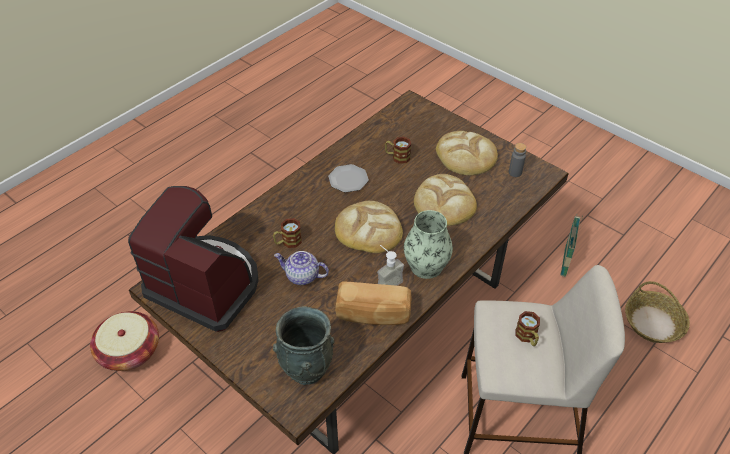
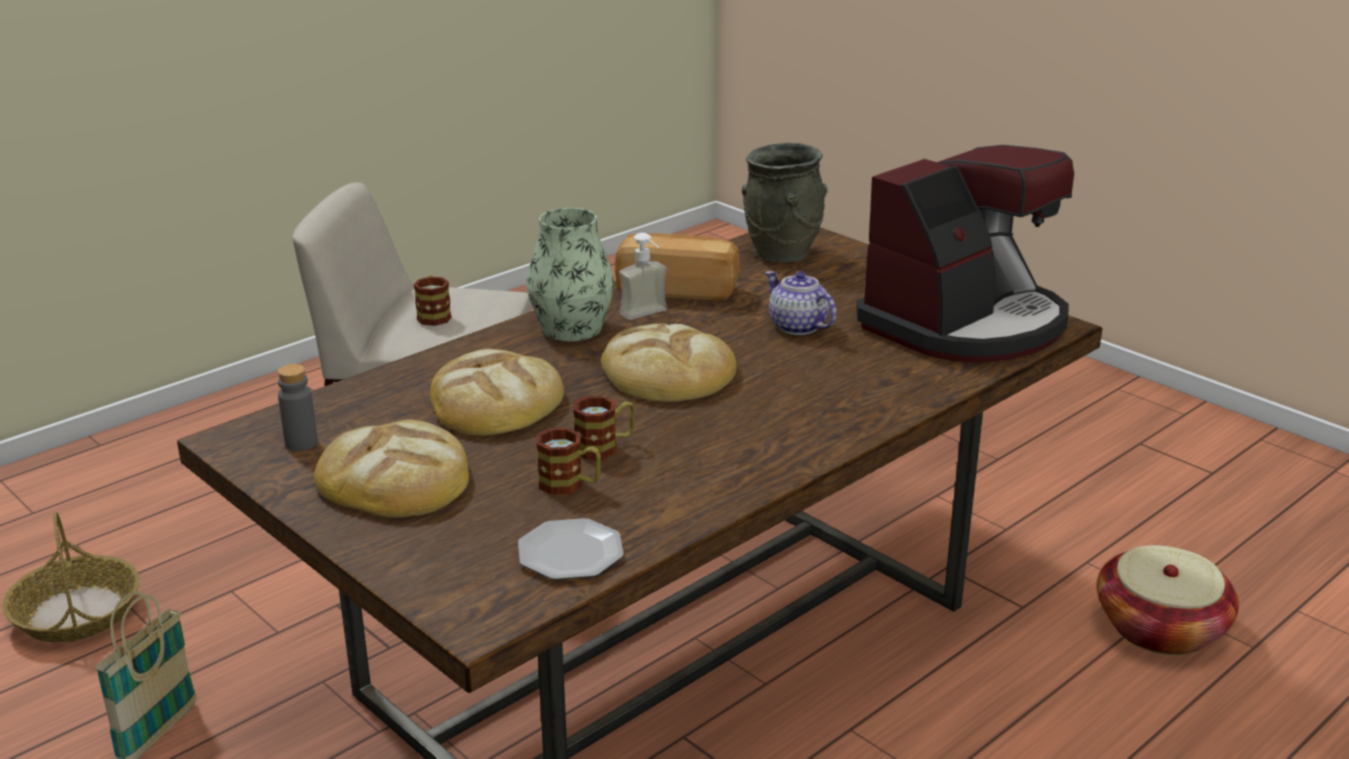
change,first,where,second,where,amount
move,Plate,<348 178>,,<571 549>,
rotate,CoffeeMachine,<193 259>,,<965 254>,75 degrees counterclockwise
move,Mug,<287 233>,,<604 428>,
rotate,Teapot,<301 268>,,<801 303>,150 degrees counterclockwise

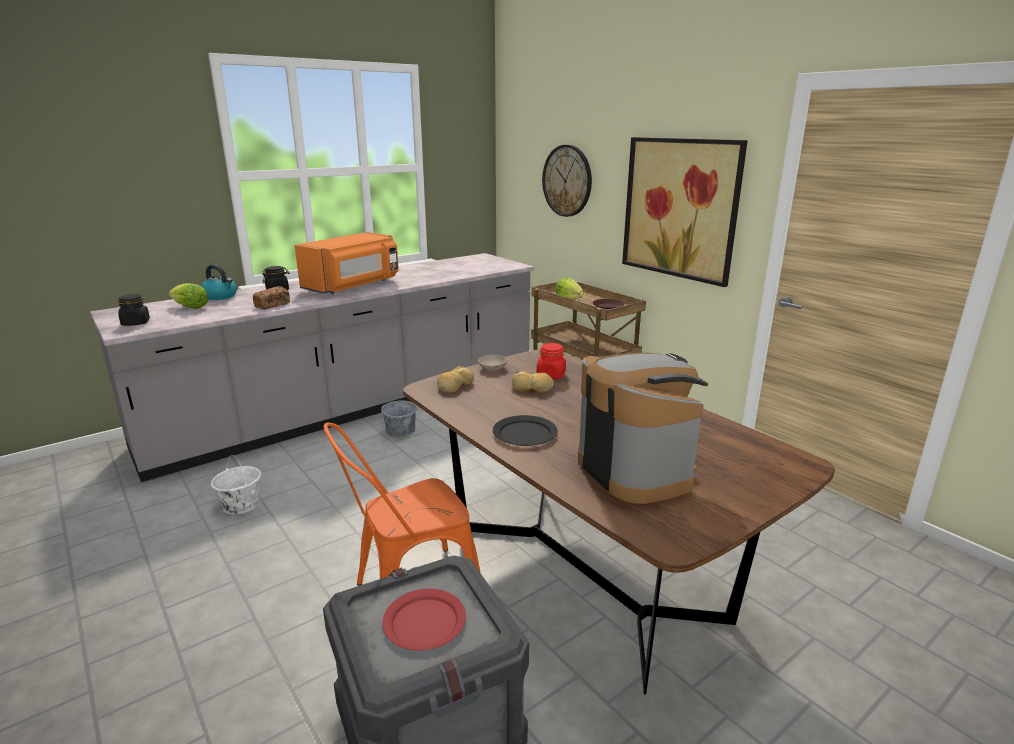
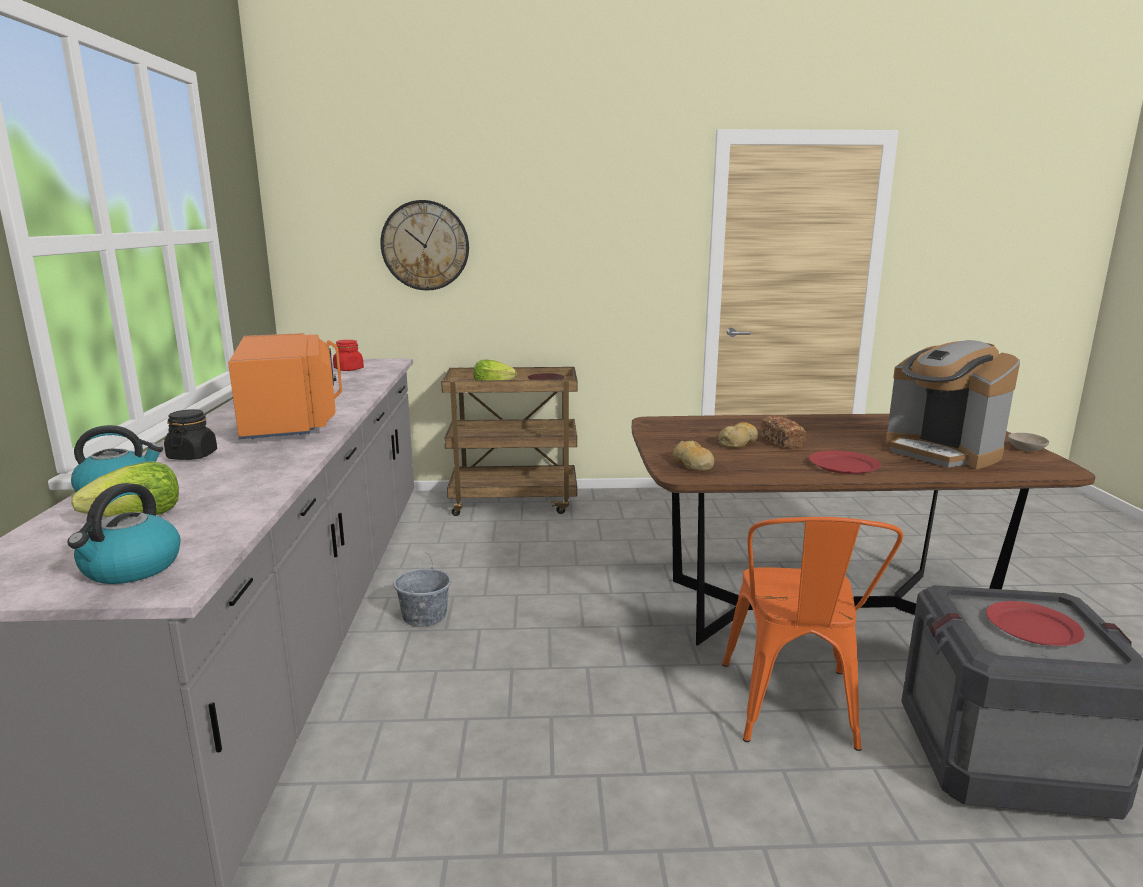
change,first,where,second,where,amount
delete,Picture,<685 212>,,,
move,Bread,<271 298>,,<783 431>,
replace,BlackJar,<134 310>,Kettle,<124 533>,
move,RedJar,<551 361>,,<348 355>,
rotate,CoffeeMachine,<643 428>,,<952 404>,135 degrees counterclockwise
move,BeigeBowl,<492 363>,,<1028 442>,
recolor,BlackPlate,<525 430>,RedPlate,<845 462>,
delete,WhiteBucket,<236 485>,,,

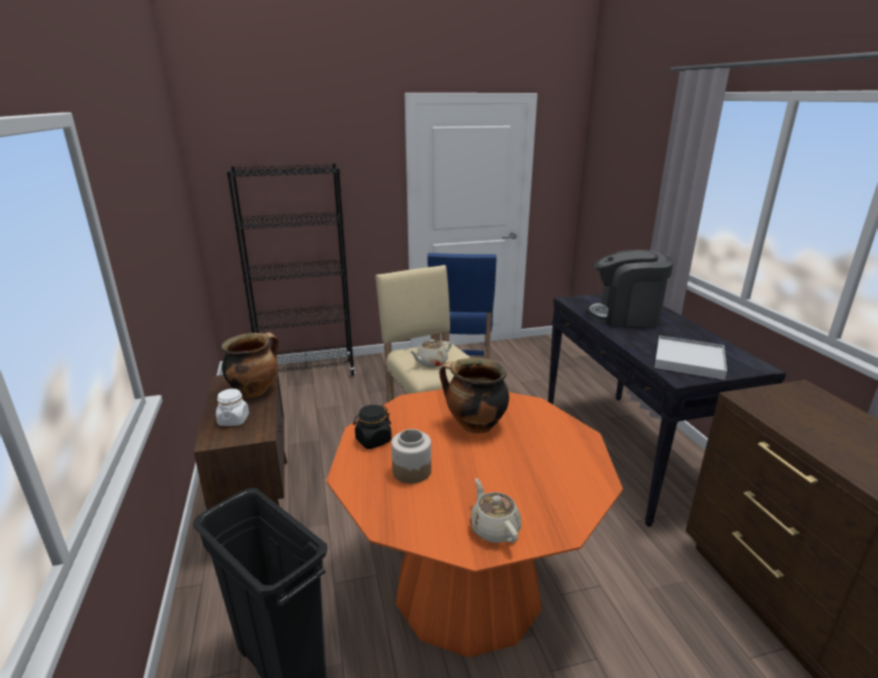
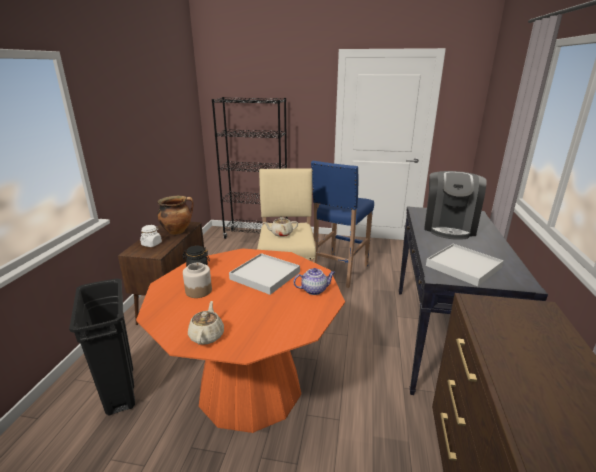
change,first,where,second,where,amount
rotate,CoffeeMachine,<630 288>,,<455 205>,105 degrees counterclockwise
replace,CookingPot,<474 395>,WhiteTray,<264 274>,
insert,,,Teapot,<314 281>,

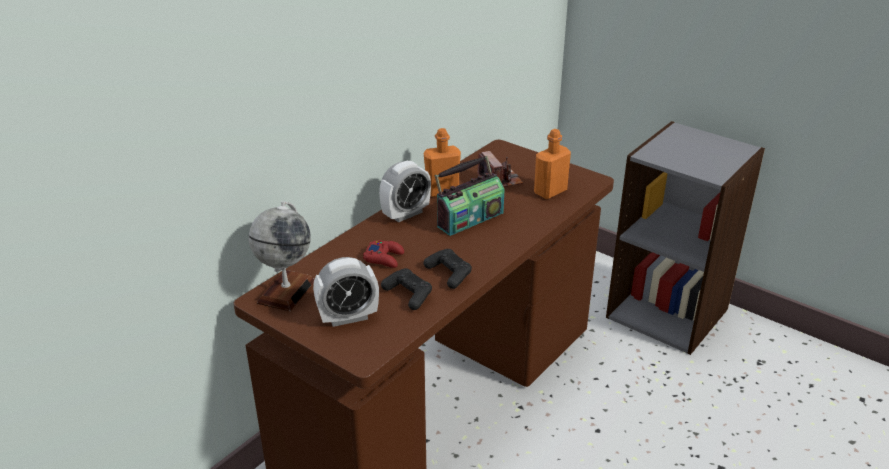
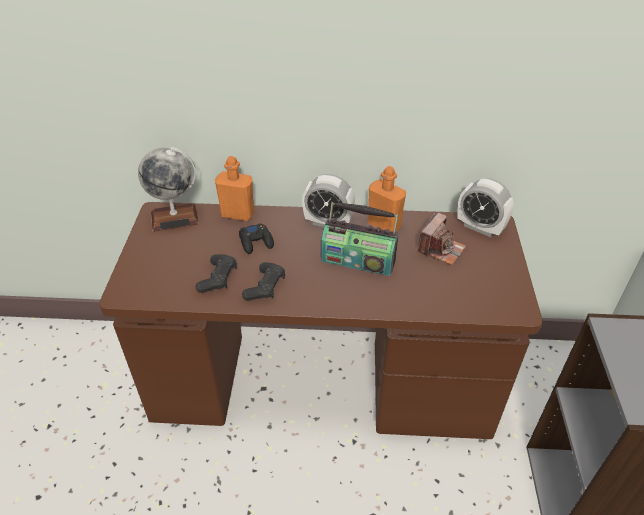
change,first,where,second,where,amount
move,OrangeBottle,<552 164>,,<235 188>,
recolor,RedGameController,<383 254>,BlackGameController,<256 238>,
move,AlarmClock,<346 292>,,<486 208>,

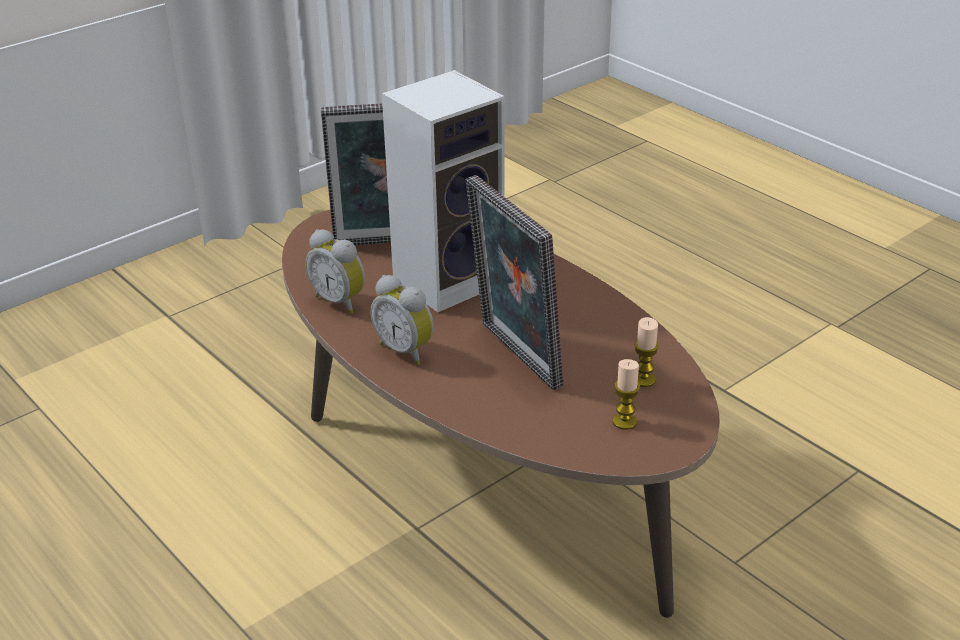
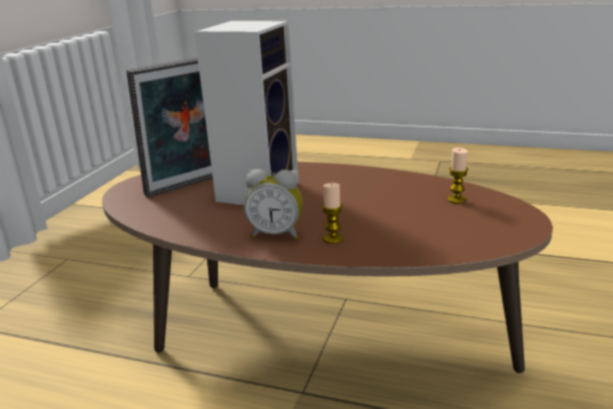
change,first,where,second,where,amount
delete,PictureFrame,<514 282>,,,
delete,AlarmClock,<335 271>,,,
move,Candle,<626 394>,,<332 213>,

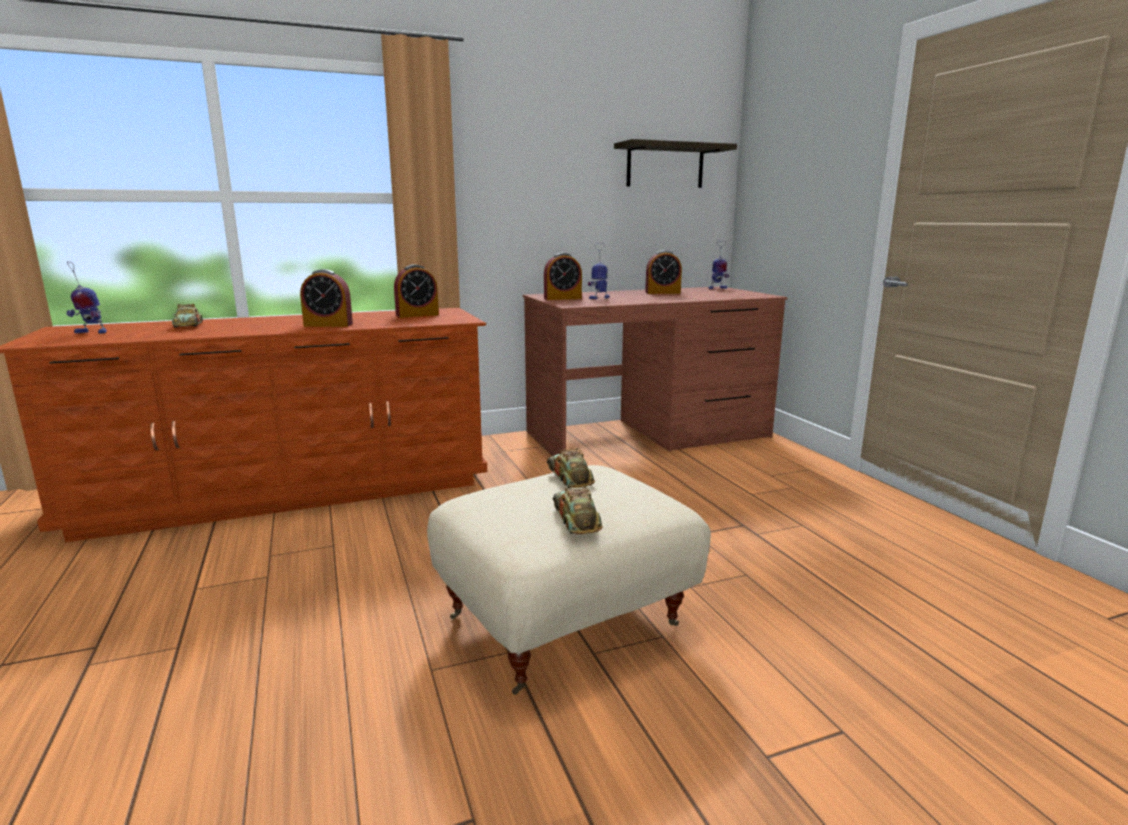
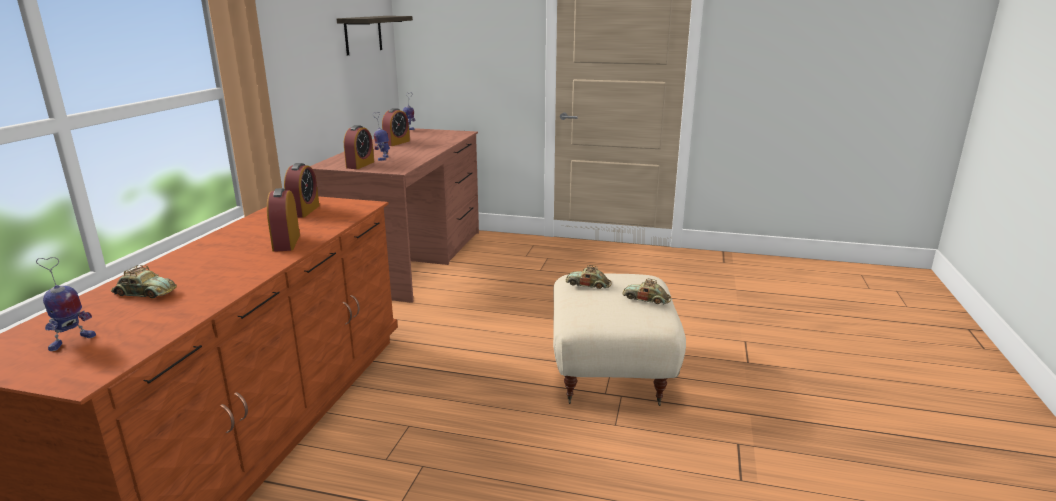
change,first,where,second,where,amount
rotate,AlarmClock,<326 298>,,<283 220>,135 degrees clockwise

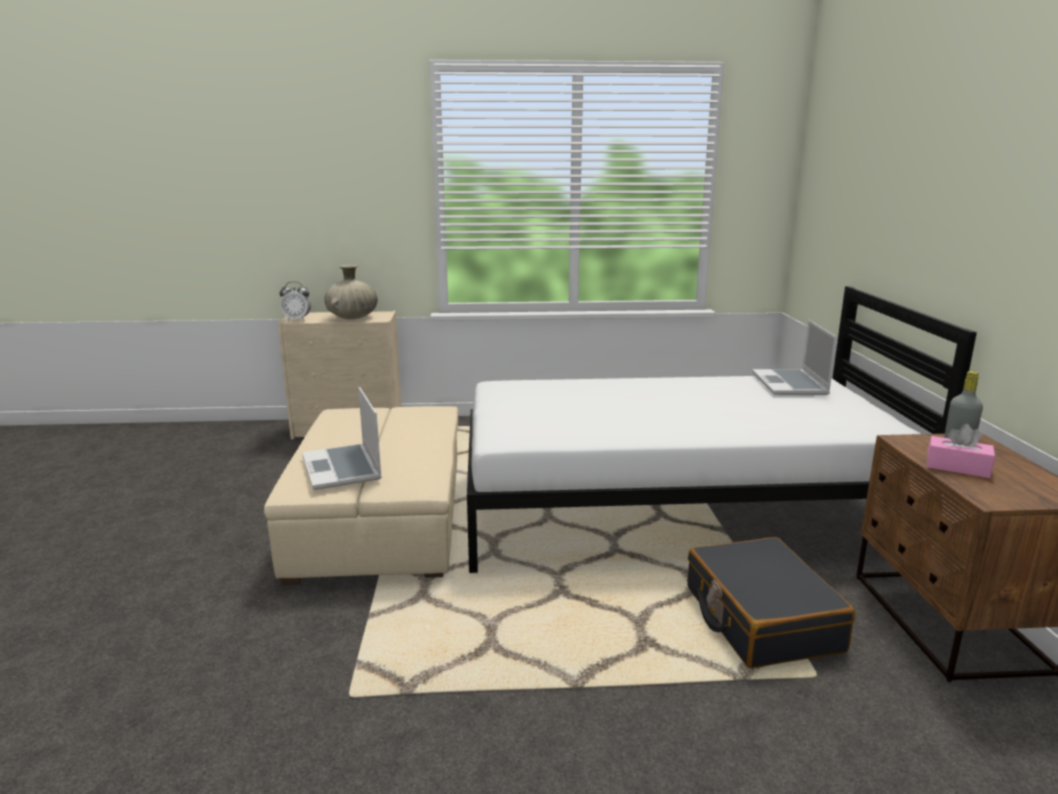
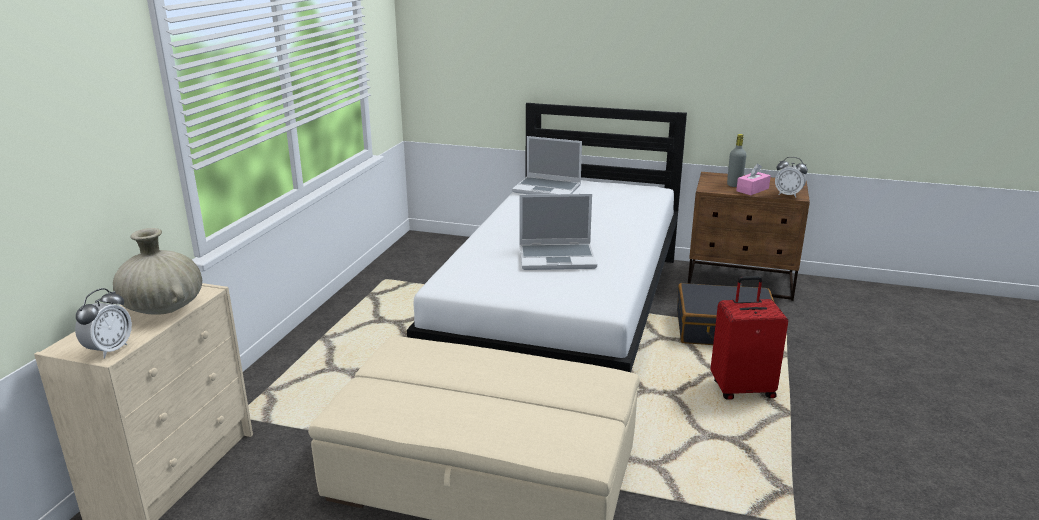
change,first,where,second,where,amount
move,Laptop,<342 438>,,<558 232>,
insert,,,AlarmClock,<791 177>,
insert,,,RedSuitcase,<749 338>,

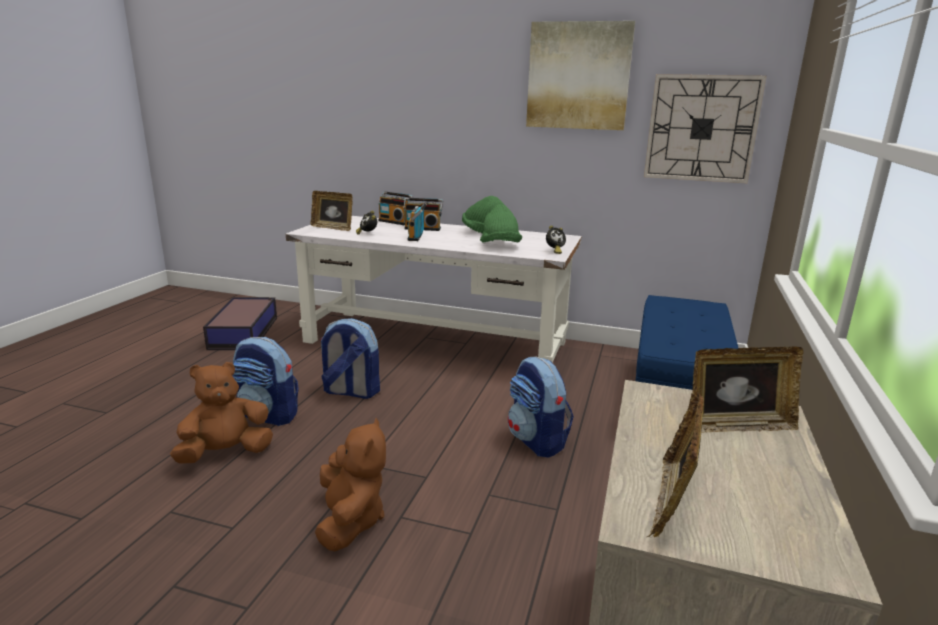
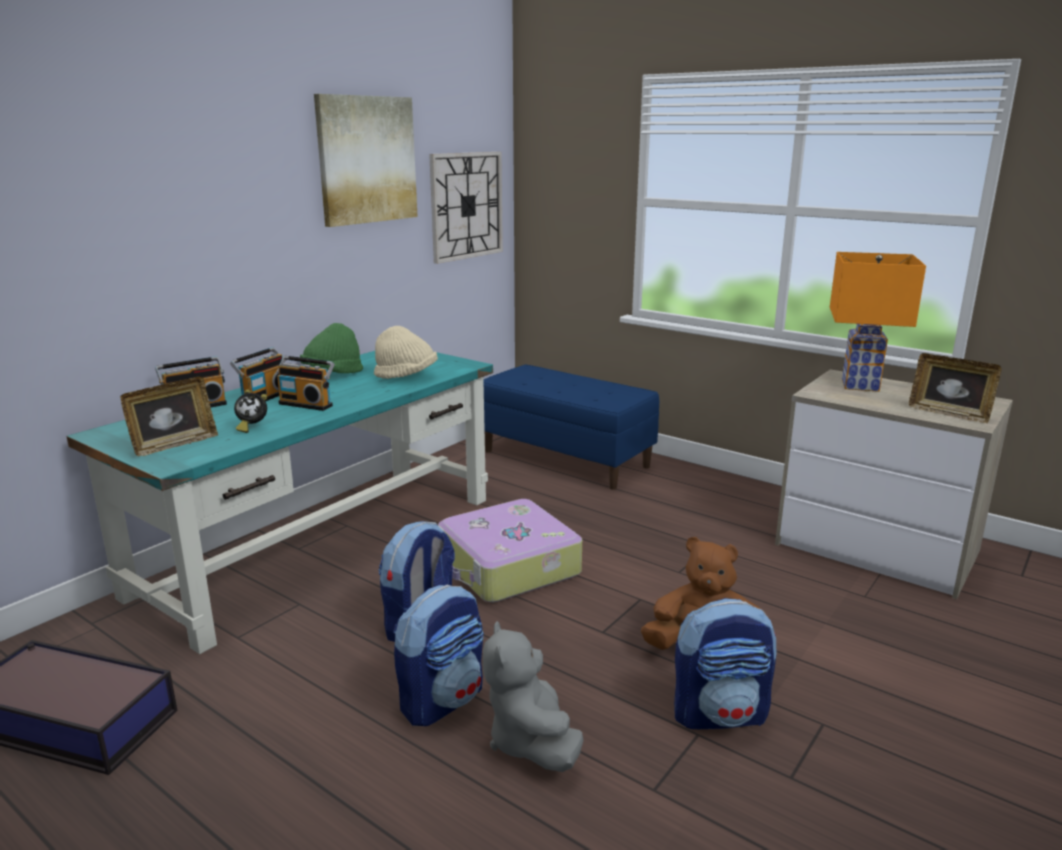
change,first,where,second,where,amount
recolor,GreenHat,<501 223>,BeigeHat,<406 352>,
recolor,WhiteDesk,<434 289>,TurquoiseDesk,<279 502>,
delete,AlarmClock,<556 239>,,,
replace,PictureFrame,<747 390>,OrangeTableLamp,<878 322>,
move,Backpack,<541 407>,,<725 663>,
recolor,BrownPlushToy,<221 413>,GreyPlushToy,<533 696>,
insert,,,Suitcase,<510 550>,

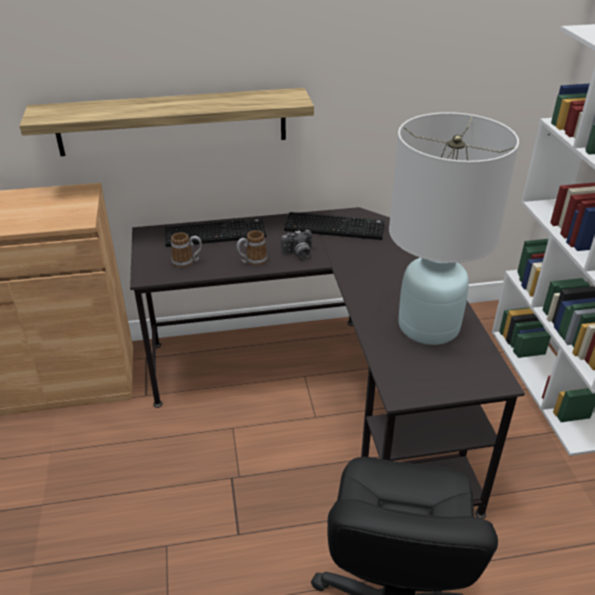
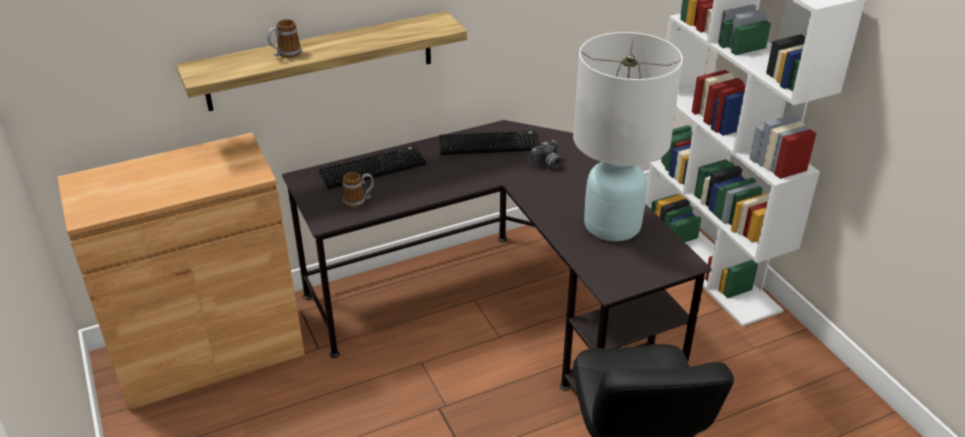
change,first,where,second,where,amount
move,Mug,<252 248>,,<284 38>,
move,PhotoCamera,<296 244>,,<545 154>,

